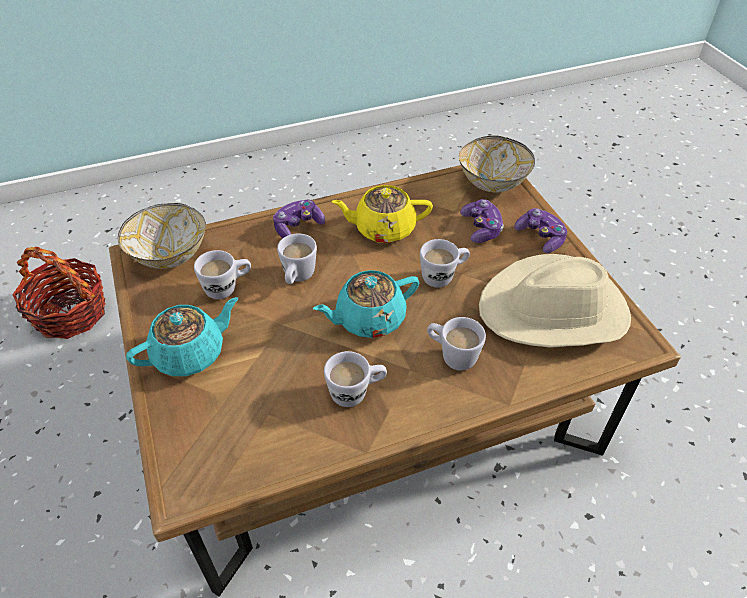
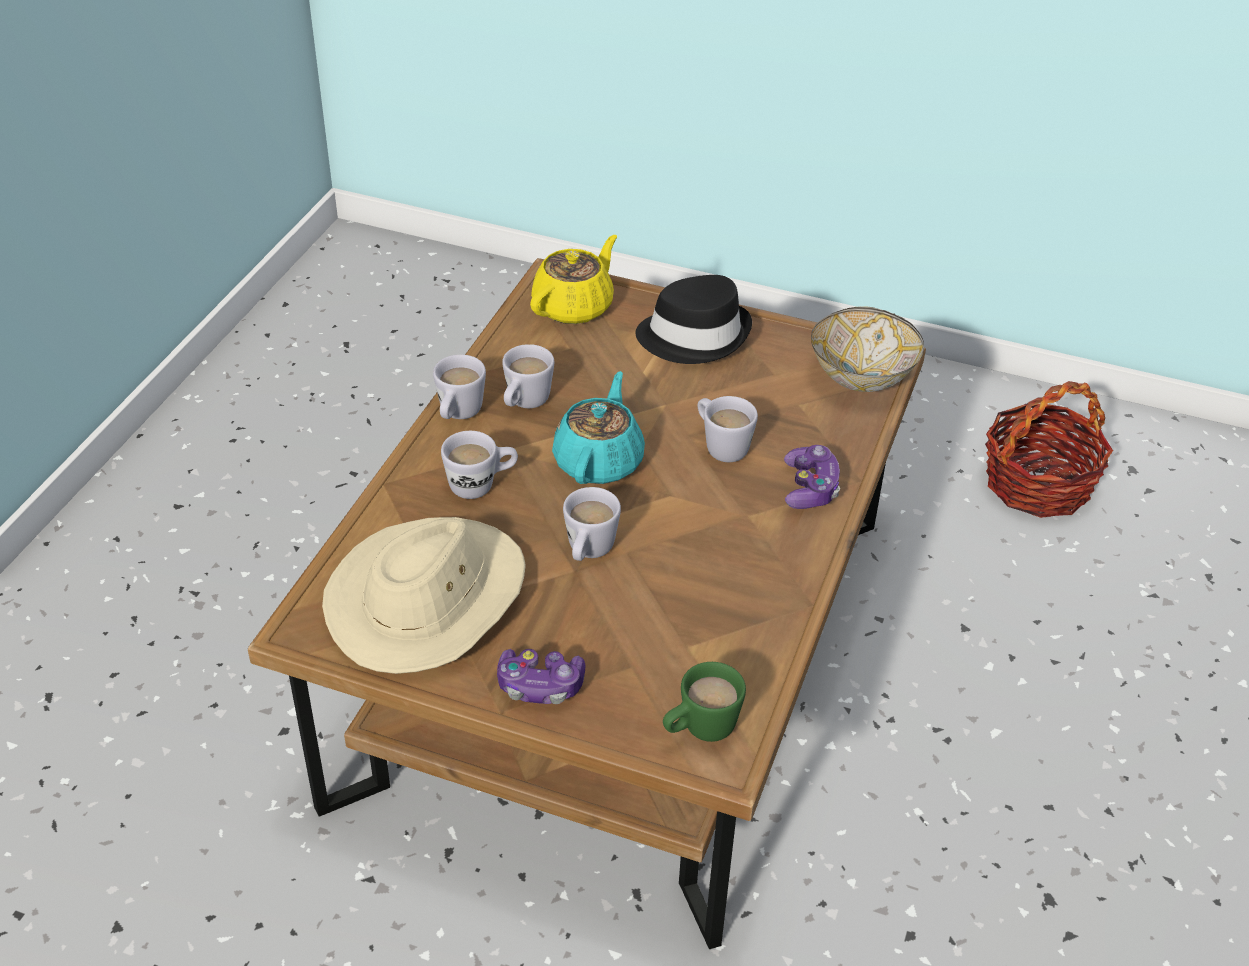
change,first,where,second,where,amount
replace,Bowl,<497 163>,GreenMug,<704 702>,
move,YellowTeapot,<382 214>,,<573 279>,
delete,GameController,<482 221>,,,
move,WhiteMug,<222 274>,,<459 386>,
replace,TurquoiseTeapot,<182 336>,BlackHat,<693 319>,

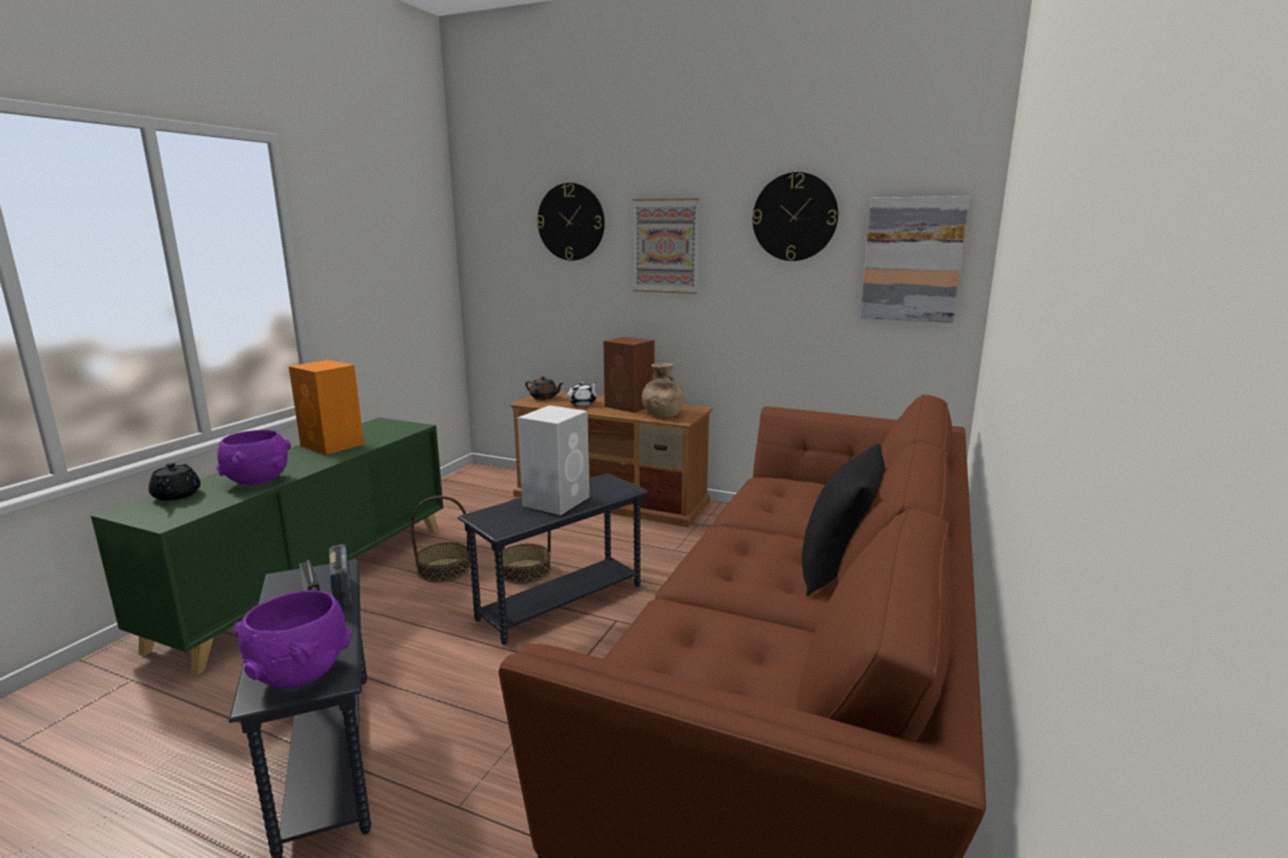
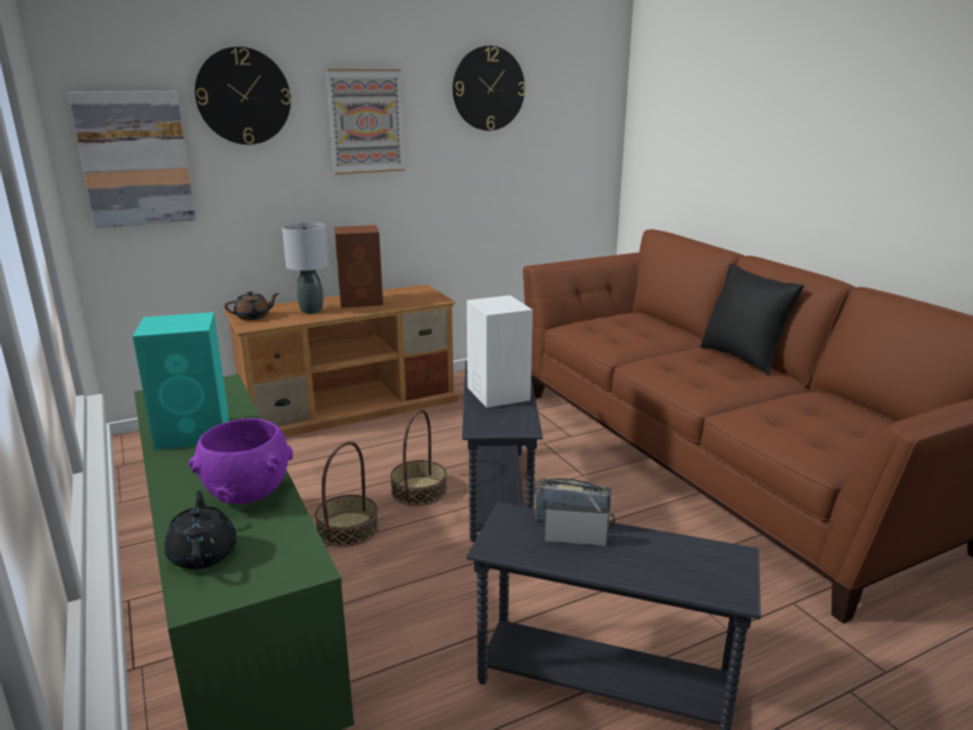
change,first,where,second,where,amount
move,Picture,<914 259>,,<132 159>,
recolor,OrangeSpeaker,<326 407>,TurquoiseSpeaker,<181 381>,
delete,BrownVase,<663 390>,,,
replace,WhiteTeapot,<582 394>,GreyTableLamp,<305 268>,
rotate,BlackTeapot,<175 482>,,<200 529>,135 degrees counterclockwise
delete,PurpleBowl,<292 639>,,,

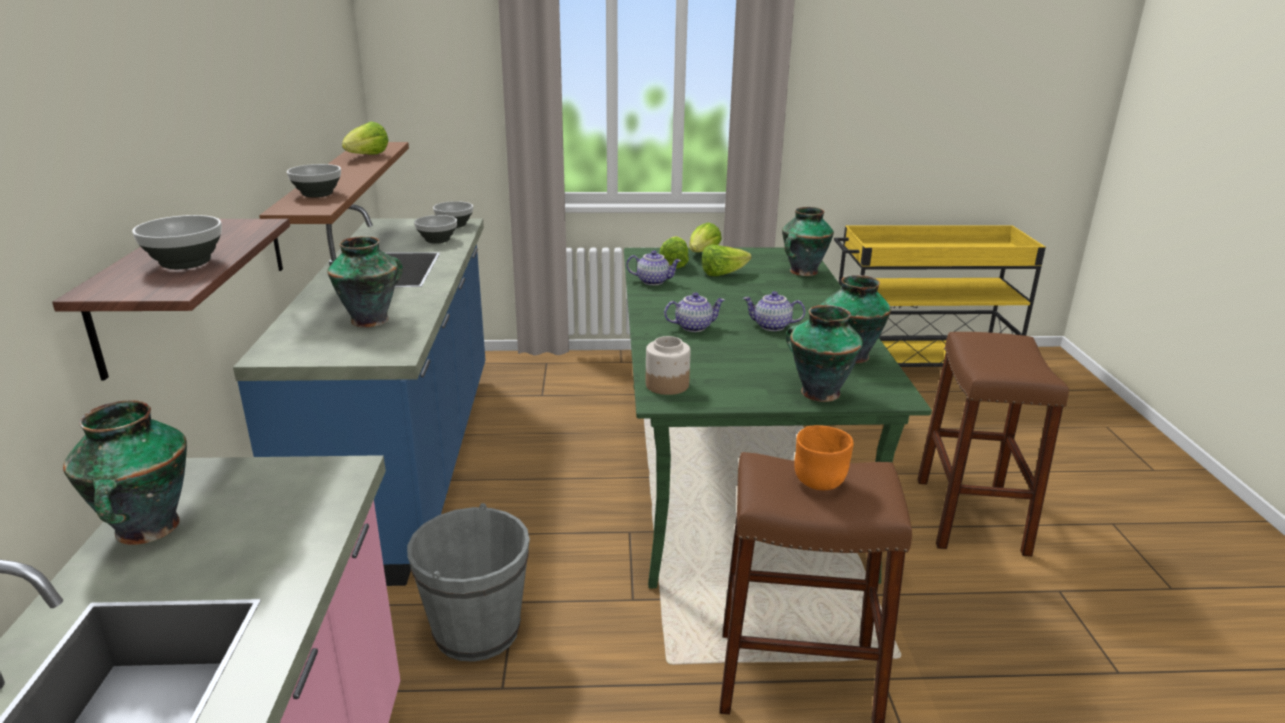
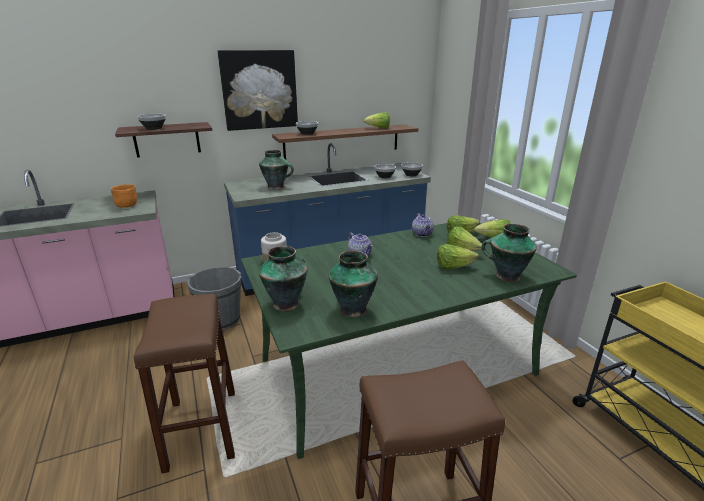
change,first,where,second,where,amount
delete,Teapot,<774 311>,,,
delete,Vase,<125 472>,,,
move,OrangeBowl,<824 457>,,<124 196>,
insert,,,Picture,<258 90>,
insert,,,Lettuce,<458 256>,

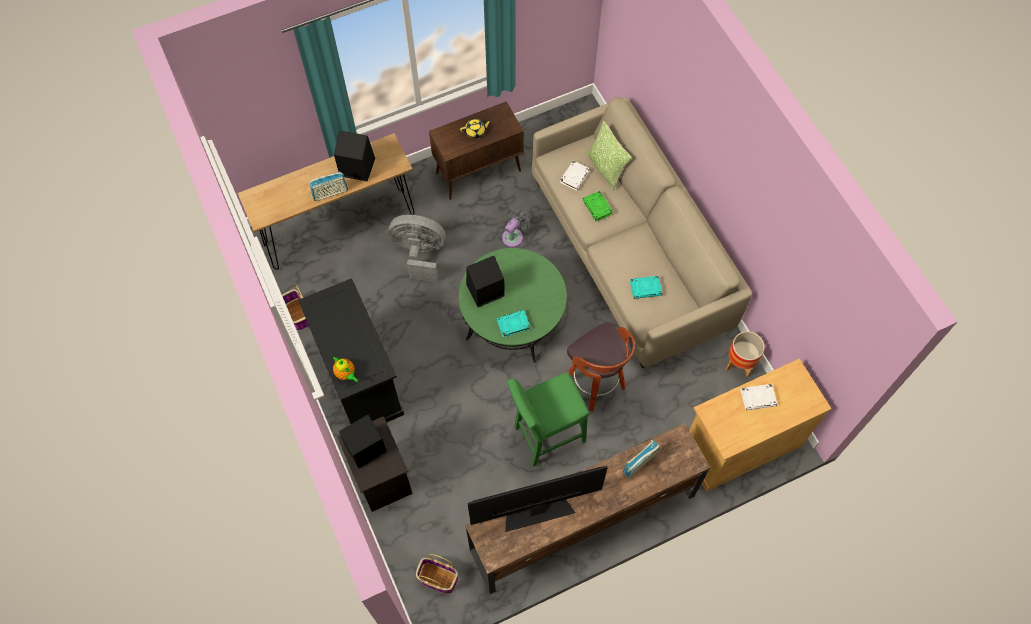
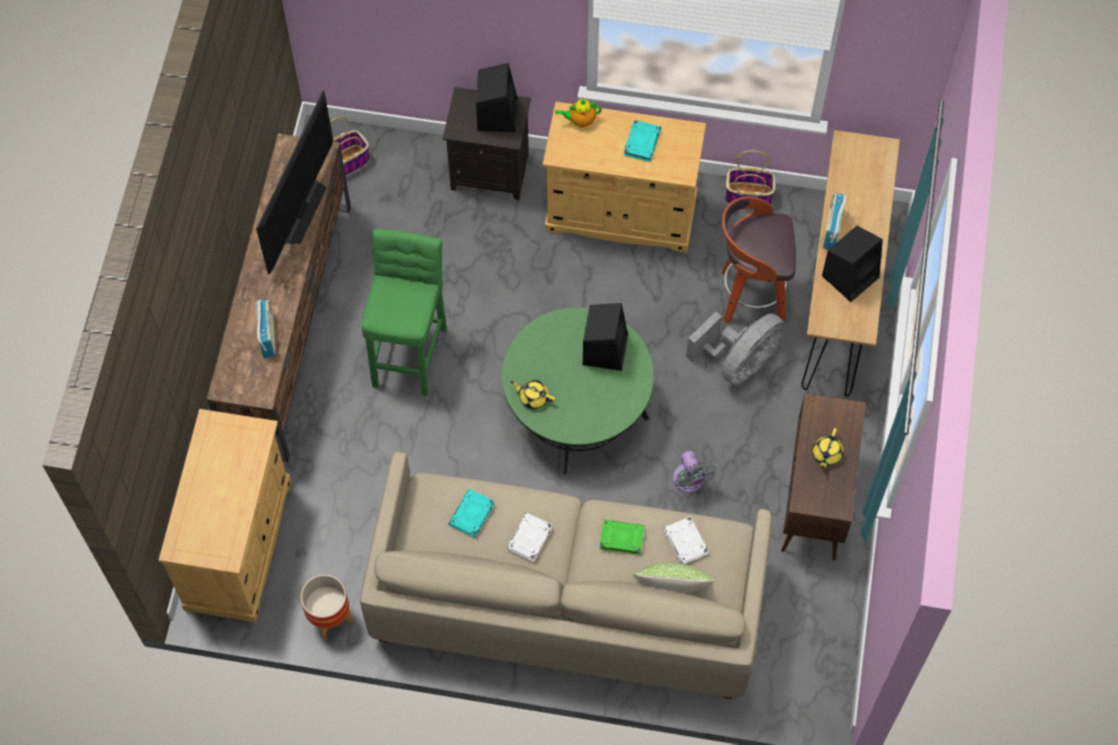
change,first,where,second,where,amount
recolor,BlackCabinet,<351 351>,BeigeCabinet,<624 177>,
move,TurquoiseBook,<513 323>,,<642 141>,
move,Stool,<601 366>,,<758 260>,
move,WhiteBook,<758 397>,,<529 537>,
insert,,,YellowTeapot,<532 394>,

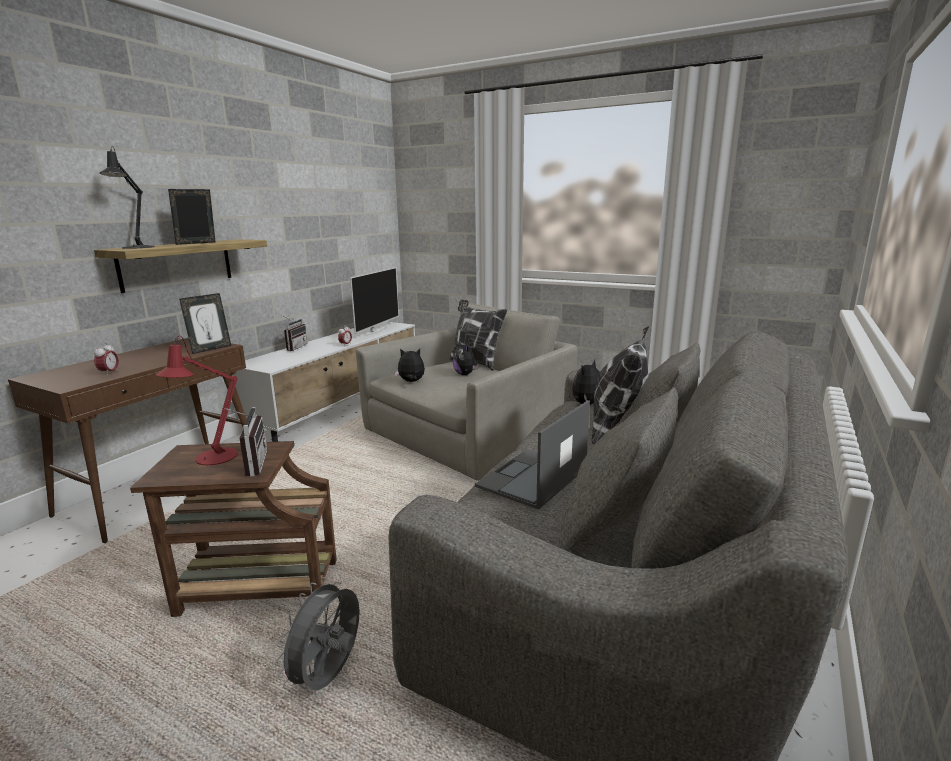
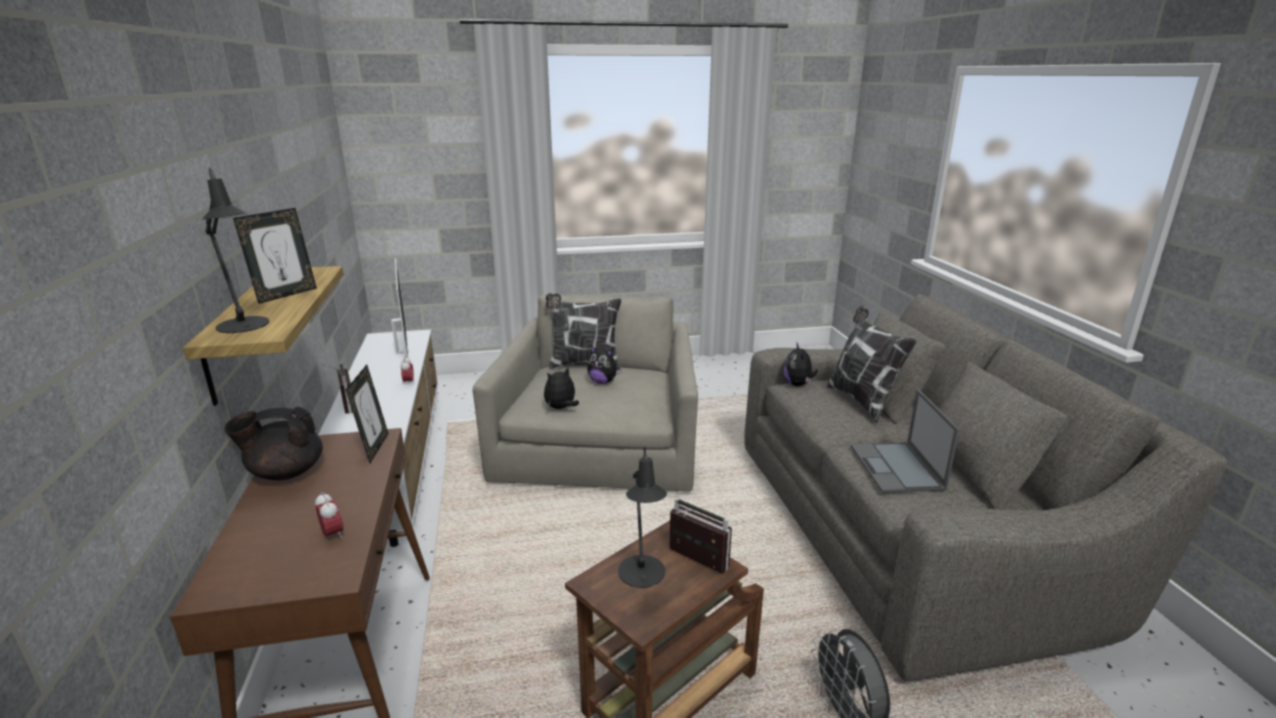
change,first,where,second,where,amount
rotate,PictureFrame,<191 217>,,<275 256>,150 degrees counterclockwise
recolor,RedTableLamp,<197 400>,BlackTableLamp,<642 517>,
insert,,,BlackTeapot,<273 443>,

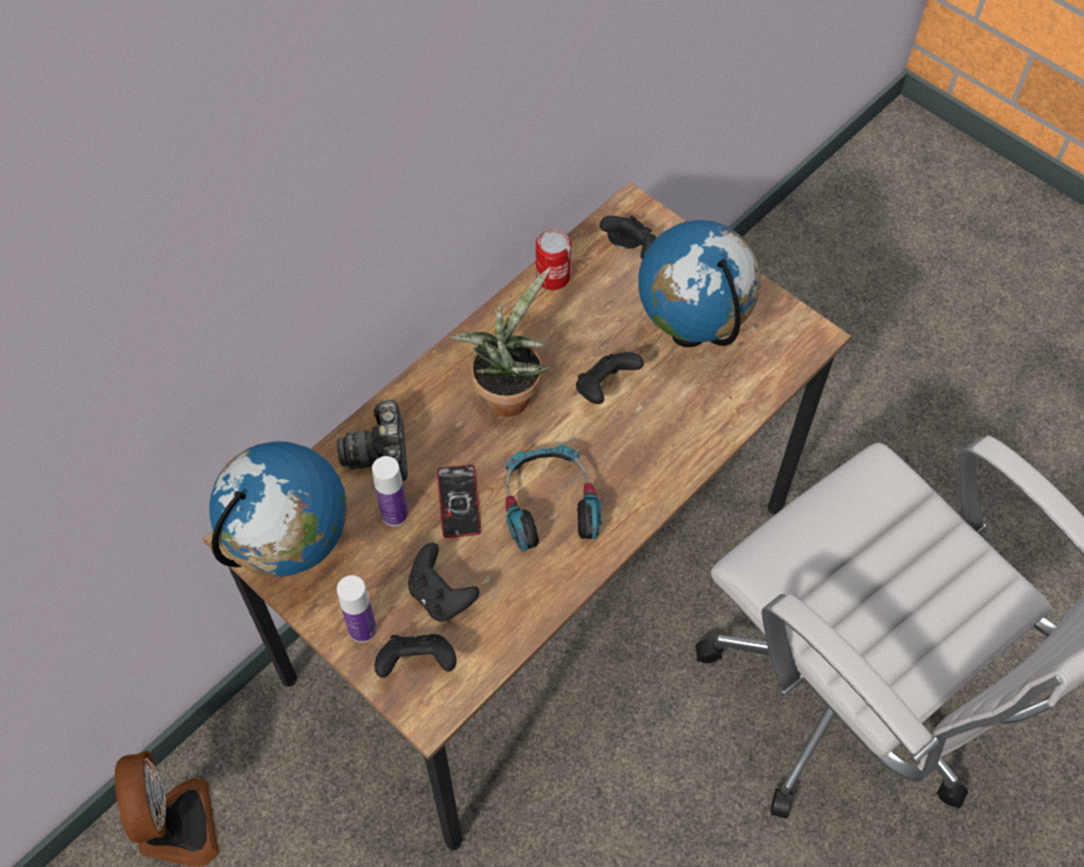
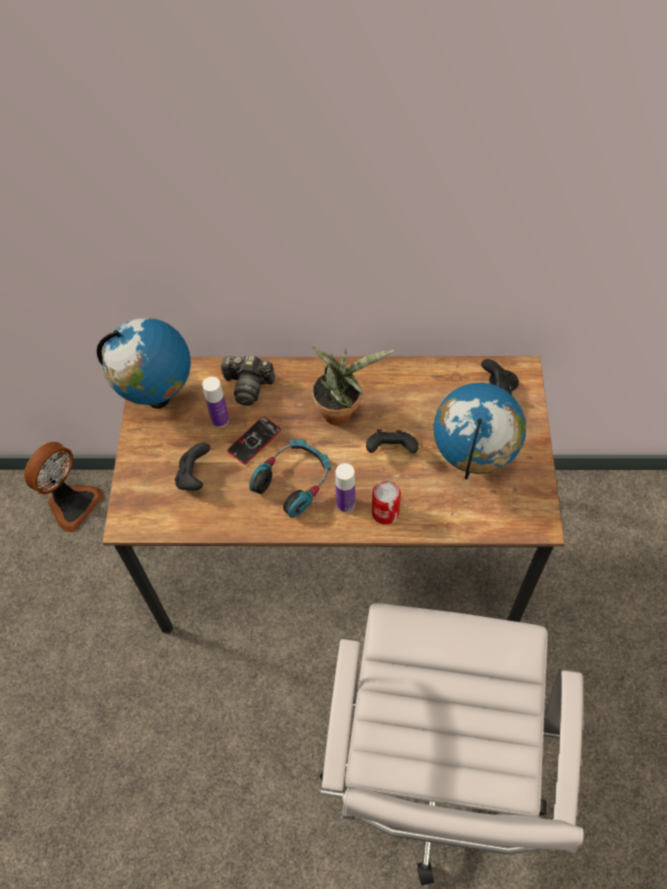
change,first,where,second,where,amount
move,Can,<553 259>,,<386 503>,
rotate,PhotoCamera,<372 440>,,<247 380>,120 degrees counterclockwise
move,Bottle,<357 609>,,<345 488>,
delete,BlackGameController,<416 656>,,,

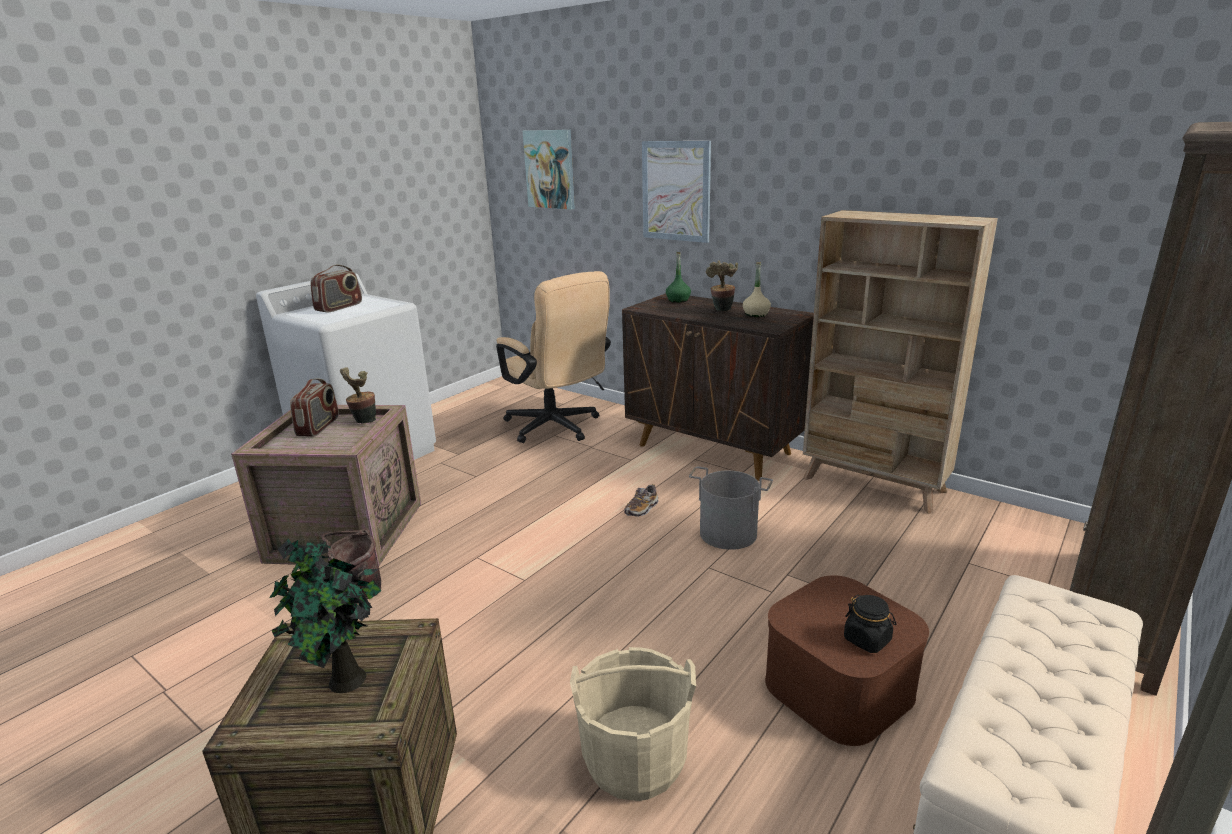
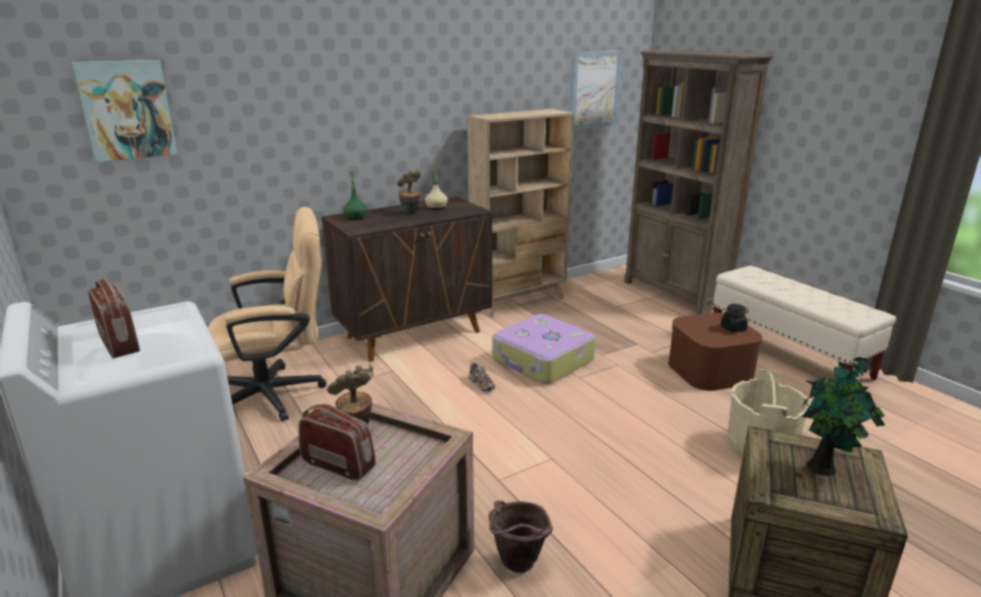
change,first,where,second,where,amount
move,Picture,<676 192>,,<596 90>,
replace,GreyBucket,<731 508>,Suitcase,<544 349>,

